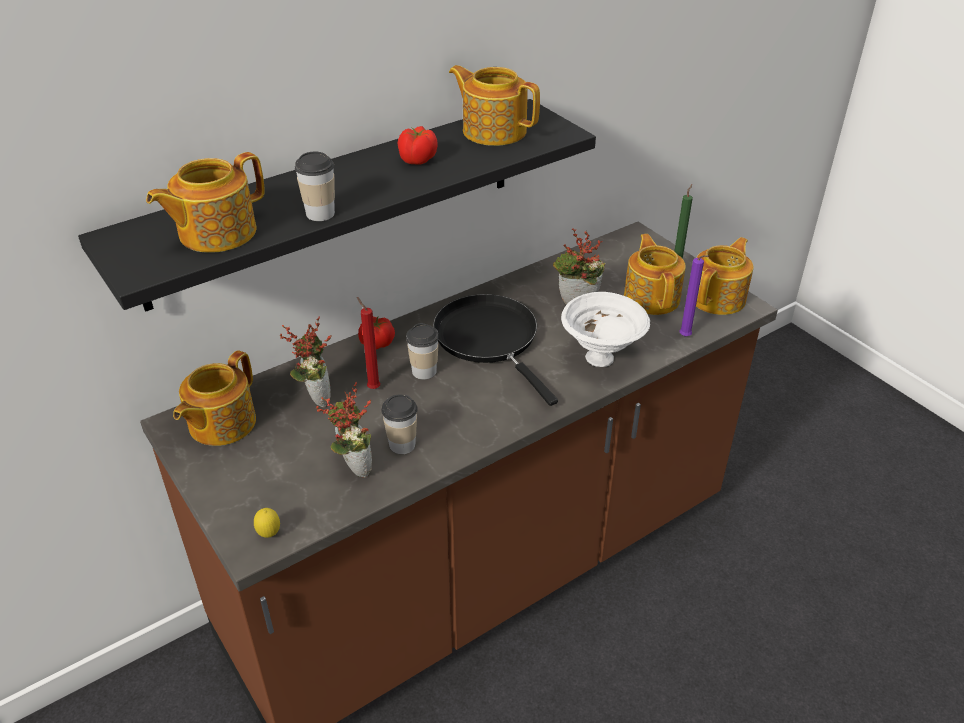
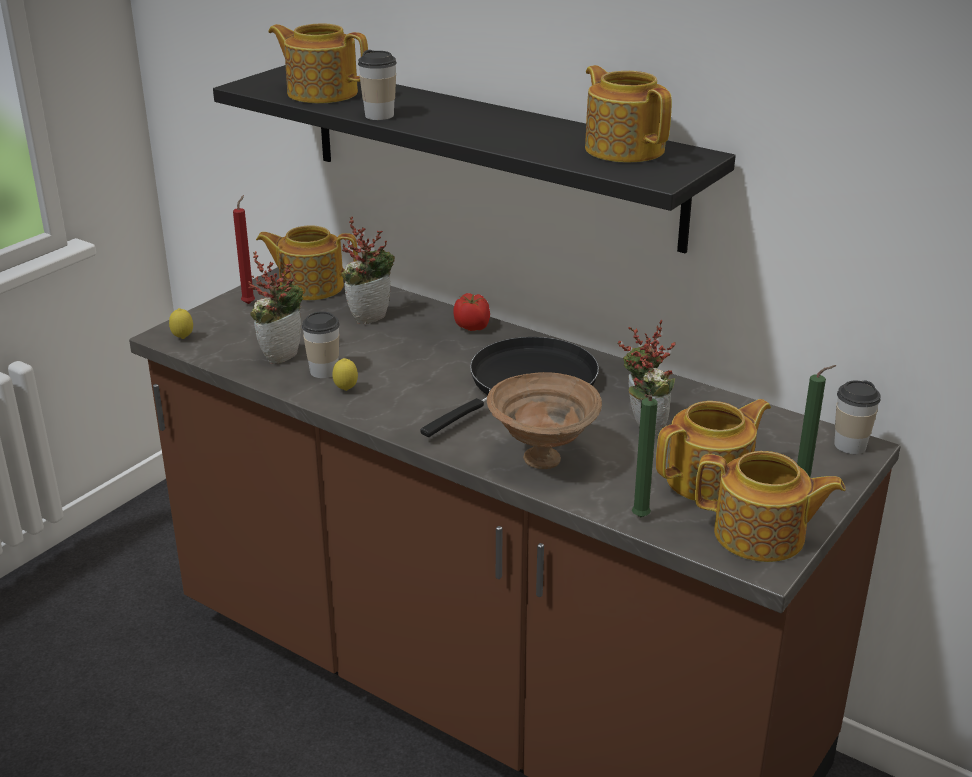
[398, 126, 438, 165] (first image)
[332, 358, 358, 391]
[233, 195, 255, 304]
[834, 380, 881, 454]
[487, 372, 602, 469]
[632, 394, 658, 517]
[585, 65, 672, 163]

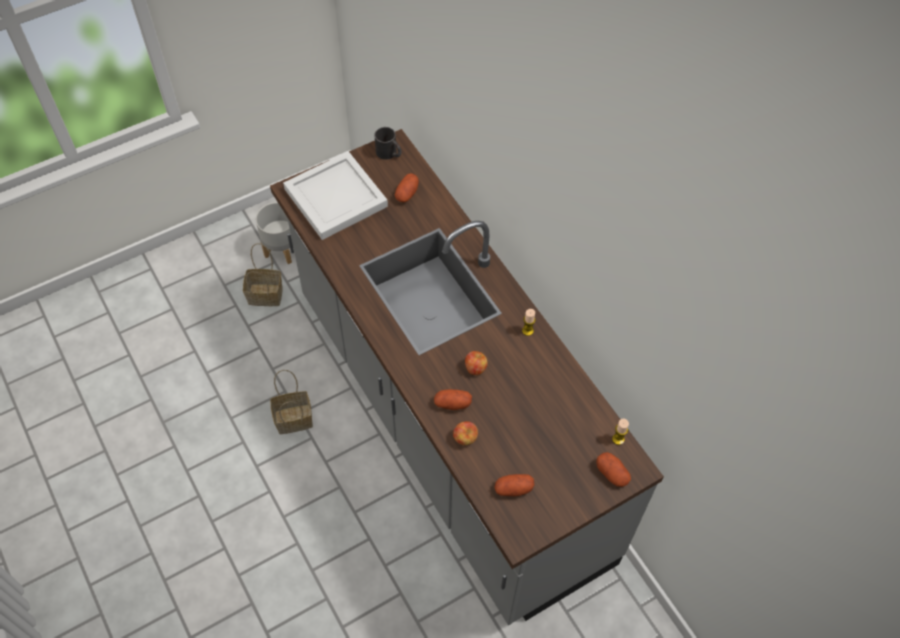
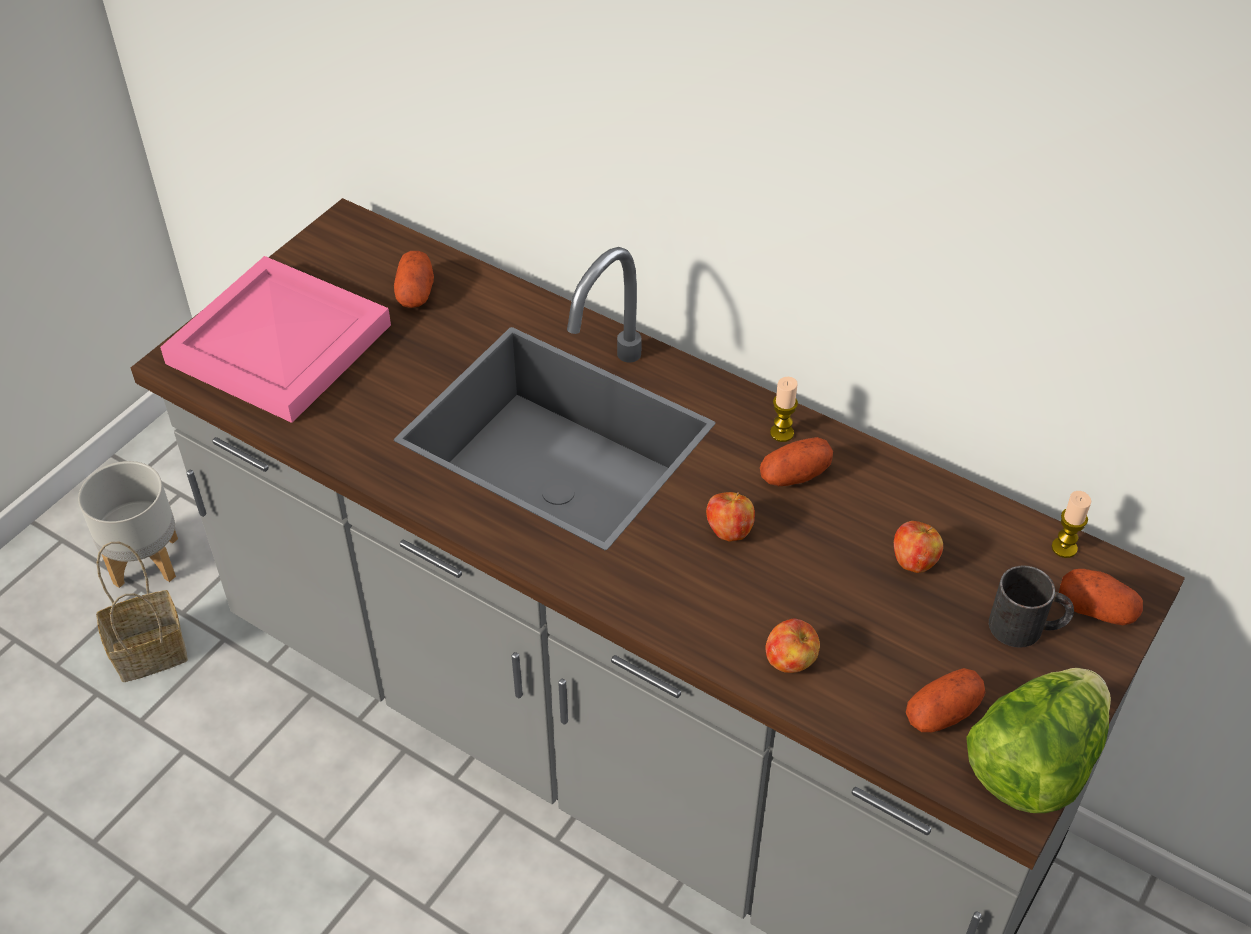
[270, 370, 313, 434] (first image)
[894, 521, 943, 573]
[966, 668, 1111, 813]
[989, 565, 1074, 648]
[760, 437, 833, 486]
[160, 256, 391, 423]

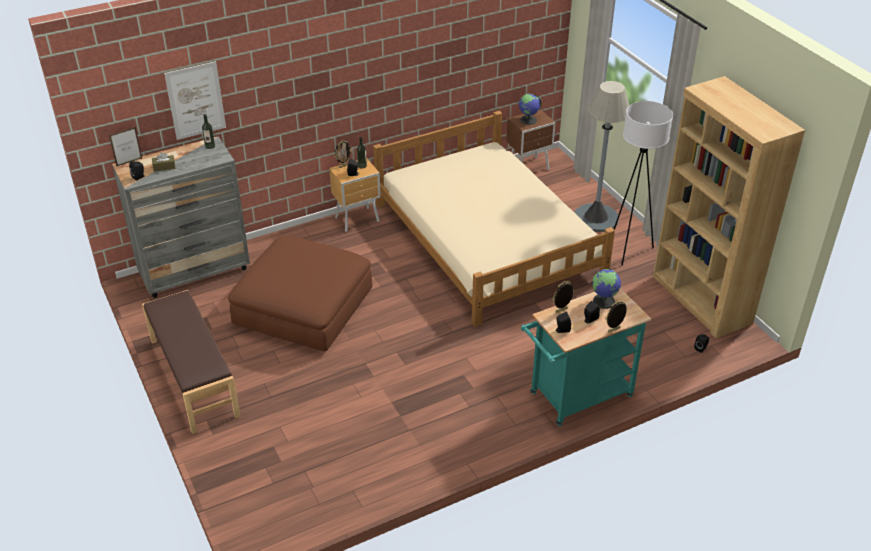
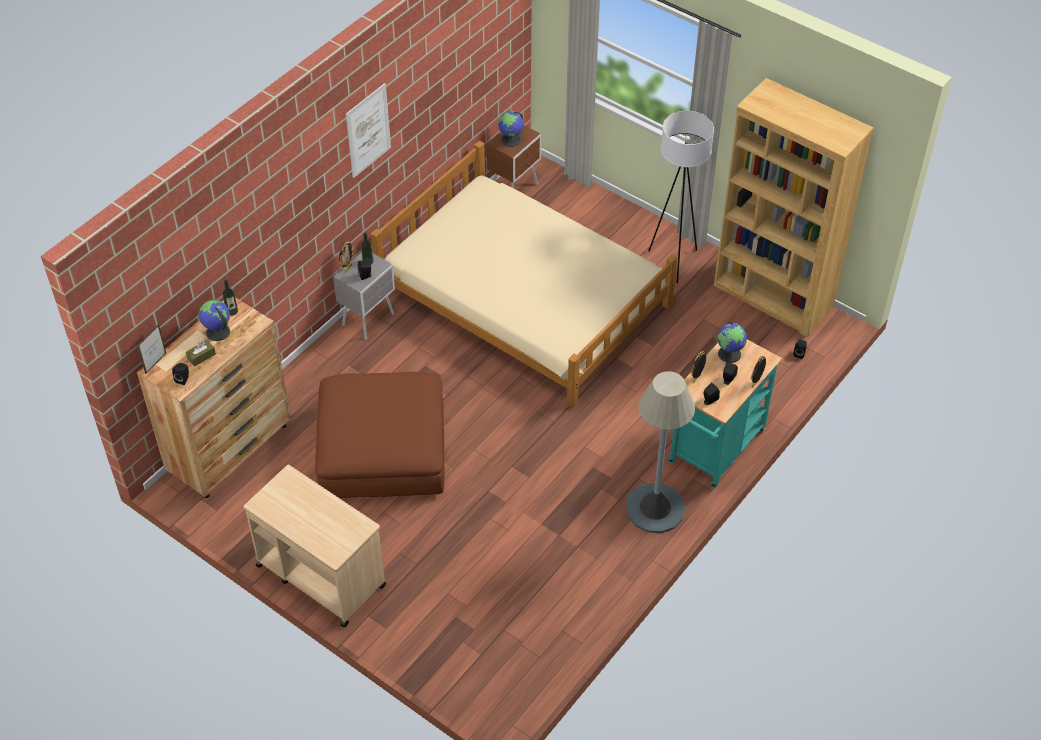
[199, 300, 230, 341]
[346, 83, 391, 178]
[625, 371, 695, 533]
[243, 465, 386, 628]
[137, 297, 291, 498]
[333, 252, 395, 339]

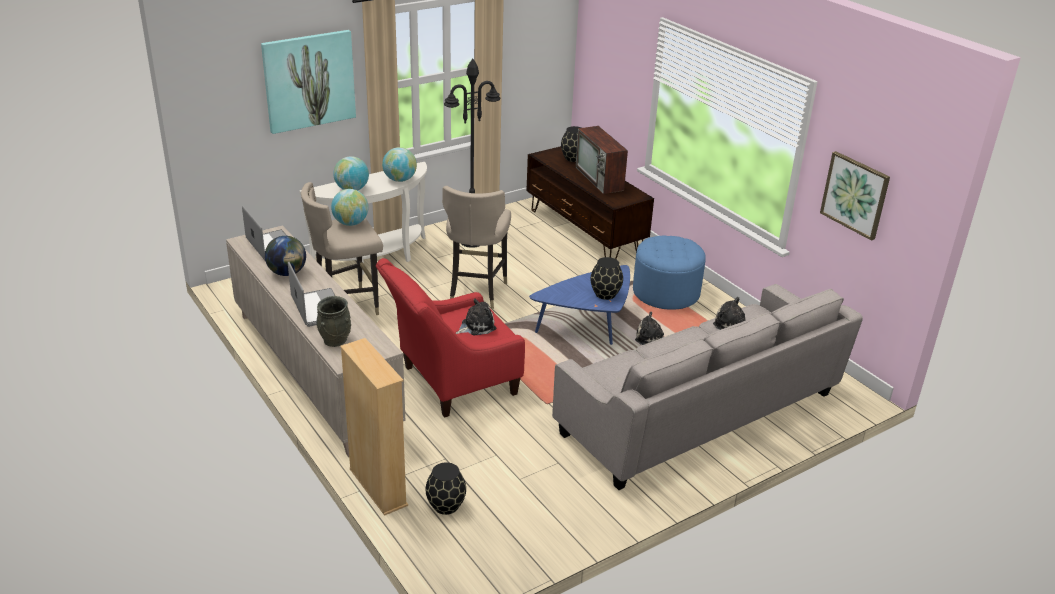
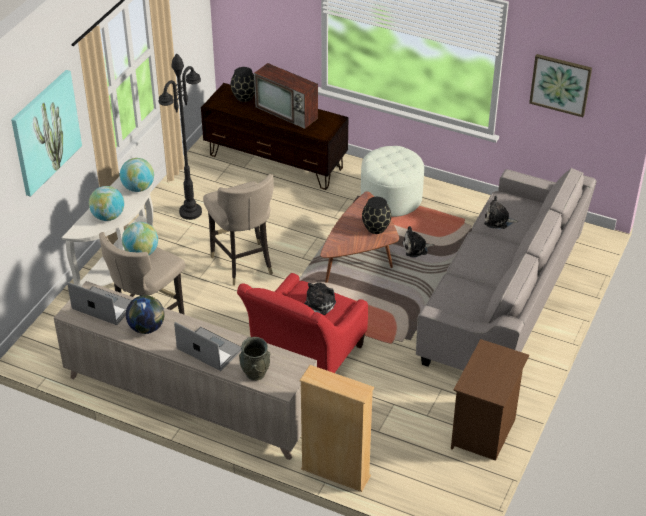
[426, 462, 466, 515] (first image)
[451, 339, 529, 461]
[320, 192, 399, 283]
[361, 146, 424, 217]

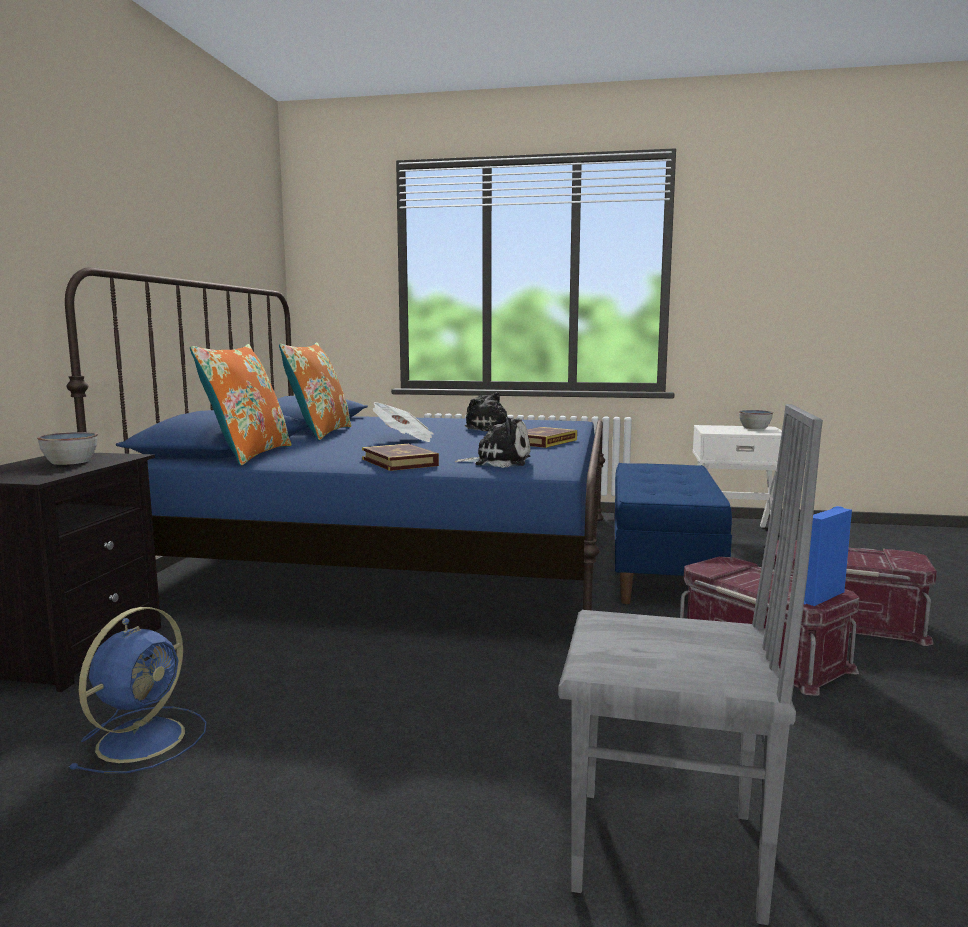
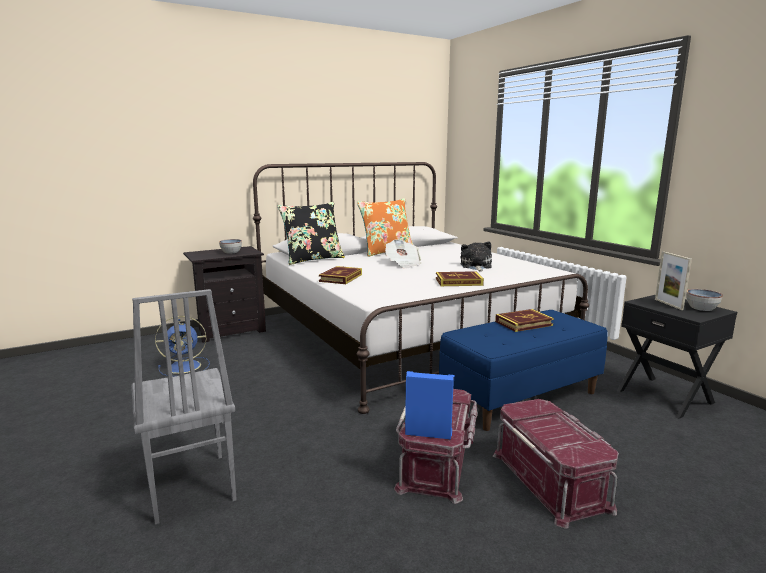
[455, 417, 530, 468] (first image)
[495, 309, 554, 332]
[655, 251, 692, 310]
[253, 162, 589, 414]
[278, 202, 345, 265]
[617, 295, 737, 419]

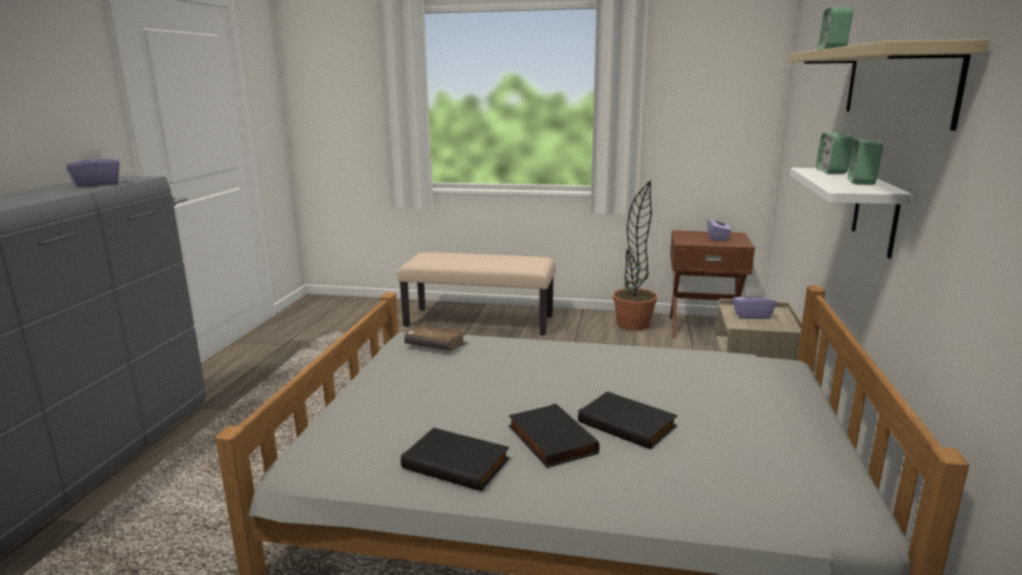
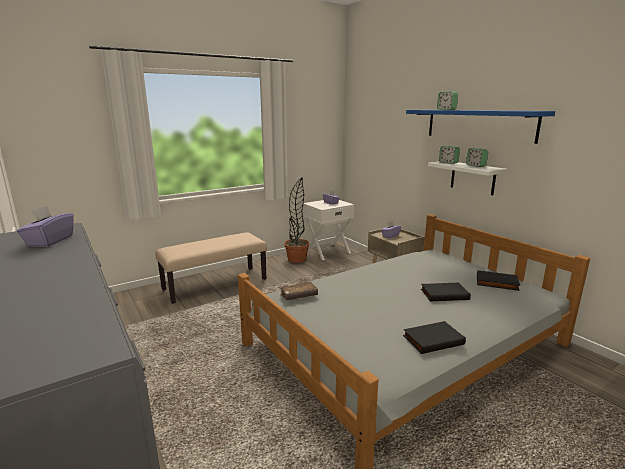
[477, 270, 520, 291]
[303, 200, 354, 260]
[406, 110, 555, 144]

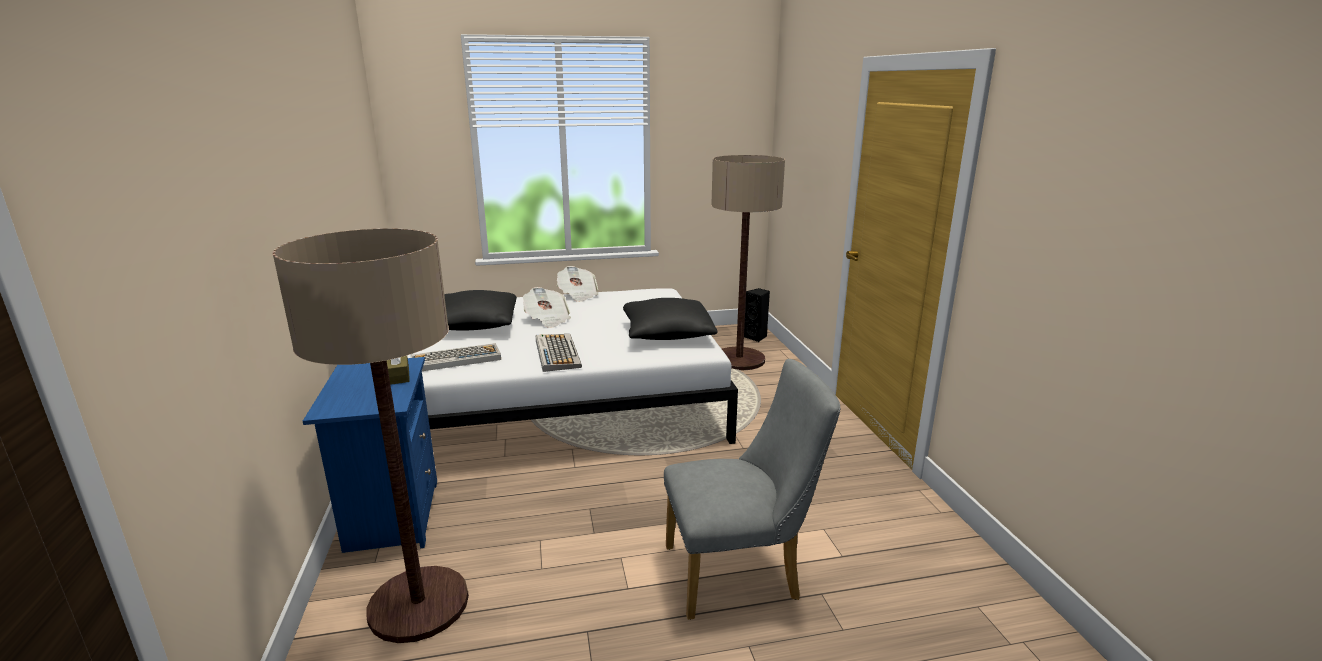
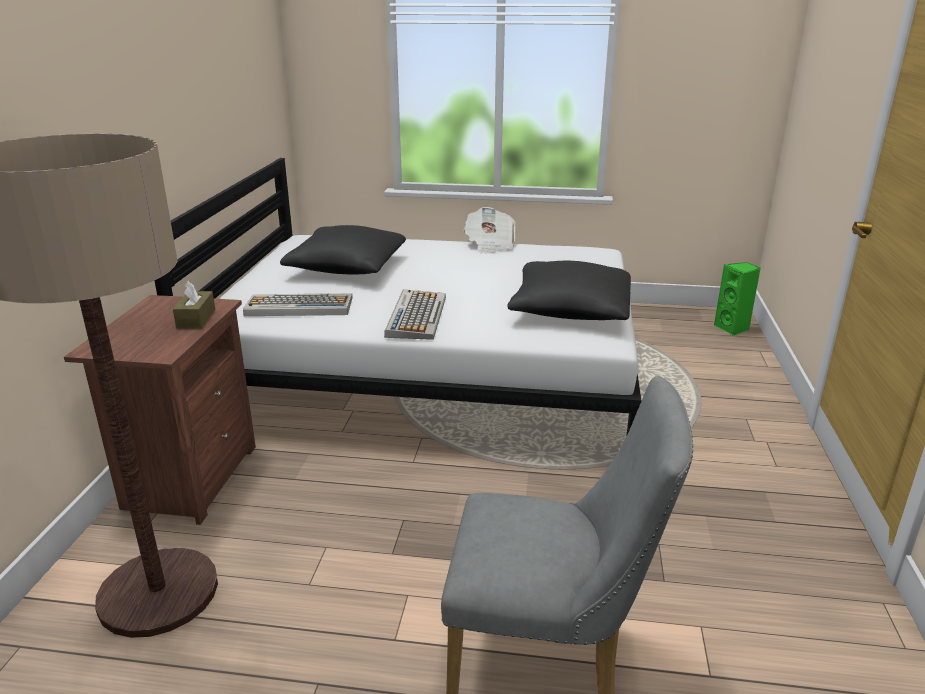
[523, 287, 571, 328] (first image)
[711, 155, 785, 370] (first image)
[64, 295, 256, 525]
[714, 262, 761, 336]

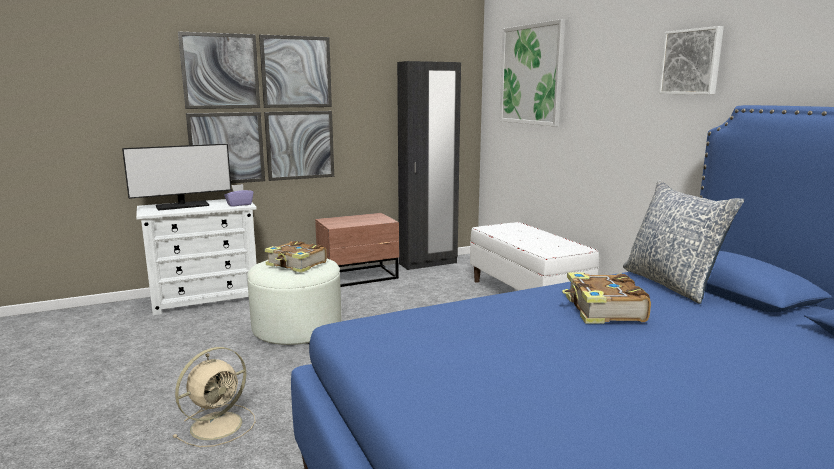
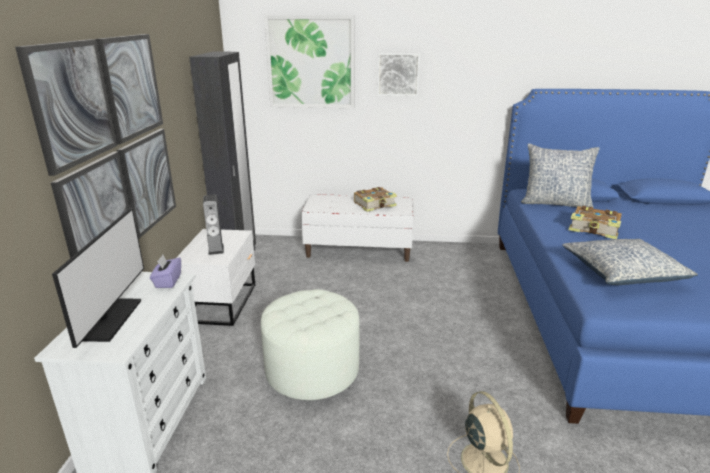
[203, 195, 224, 255]
[562, 239, 698, 285]
[354, 187, 397, 212]
[378, 53, 420, 96]
[176, 229, 255, 326]

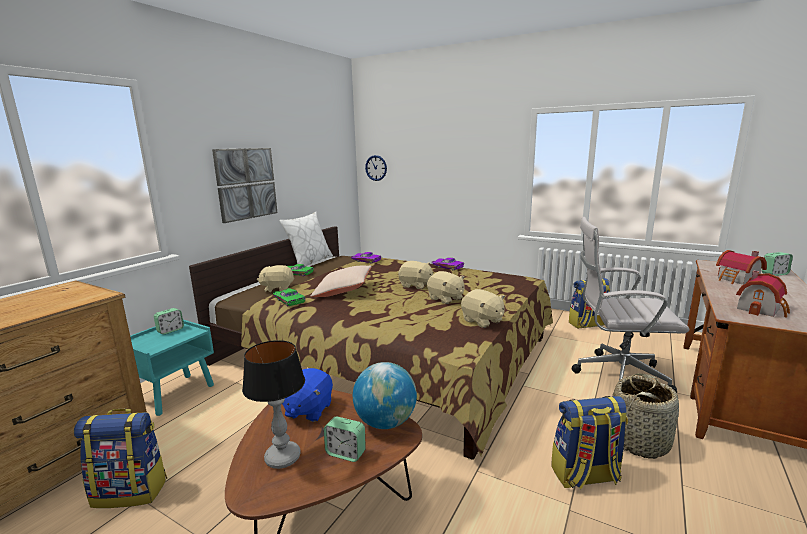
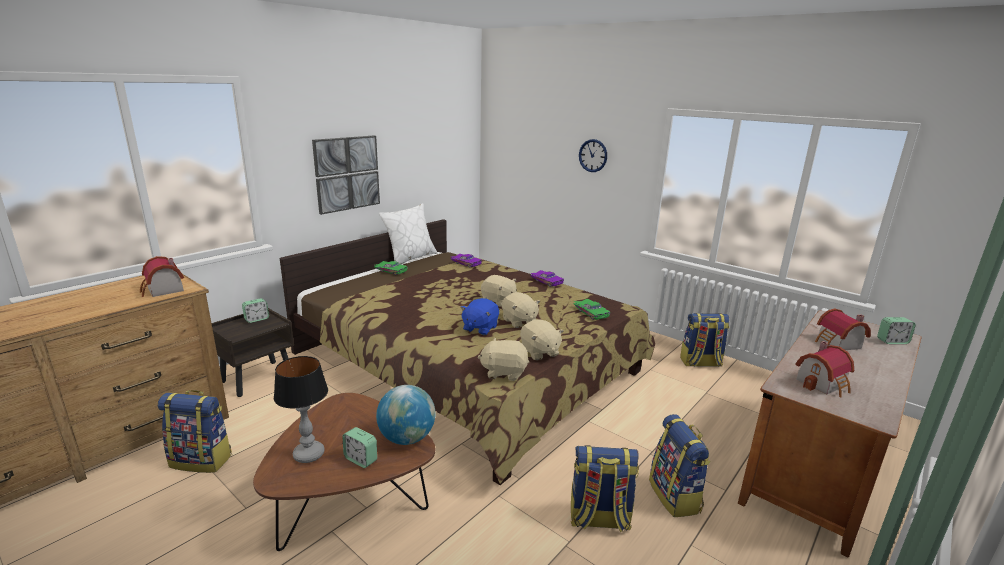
[311, 266, 372, 297] (first image)
[572, 217, 689, 393] (first image)
[140, 256, 184, 297]
[478, 337, 529, 381]
[573, 299, 610, 320]
[460, 298, 499, 335]
[579, 139, 607, 172]
[649, 414, 711, 517]
[212, 308, 294, 397]

